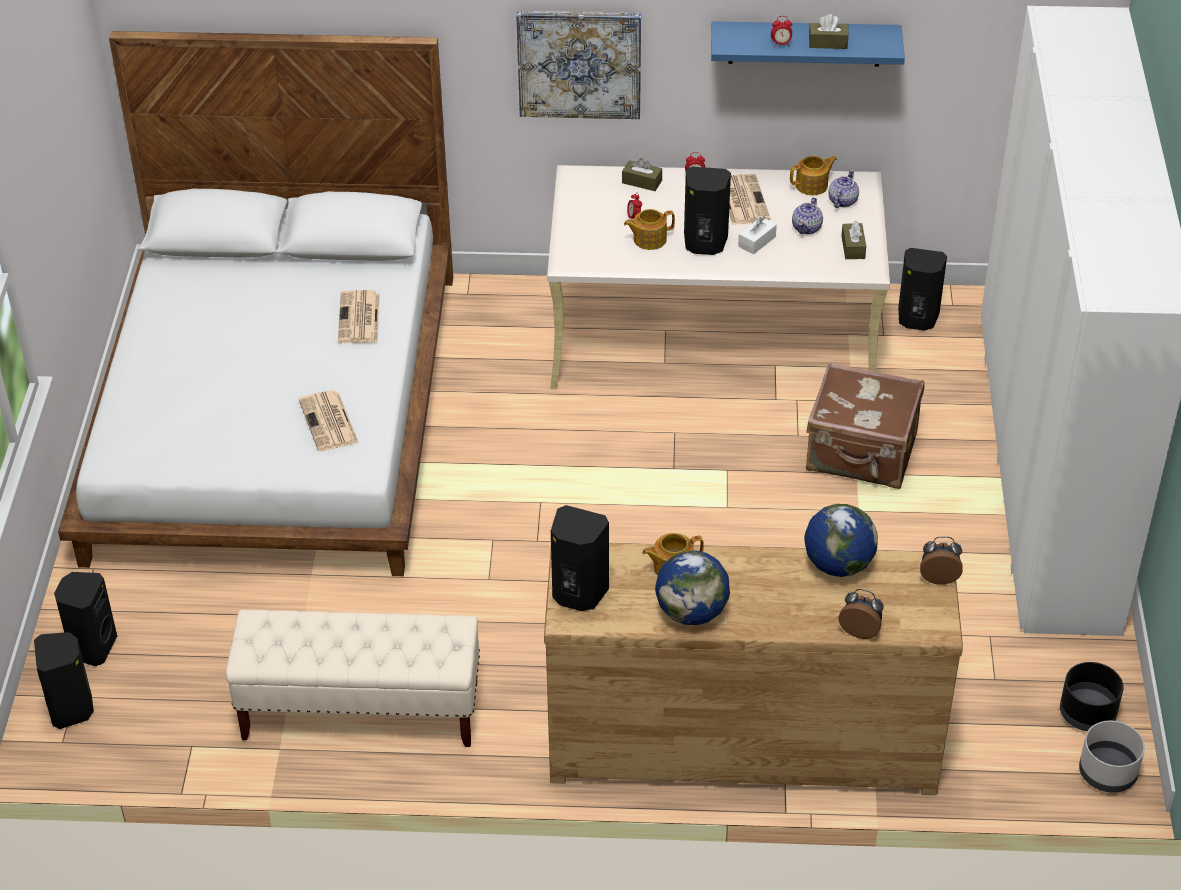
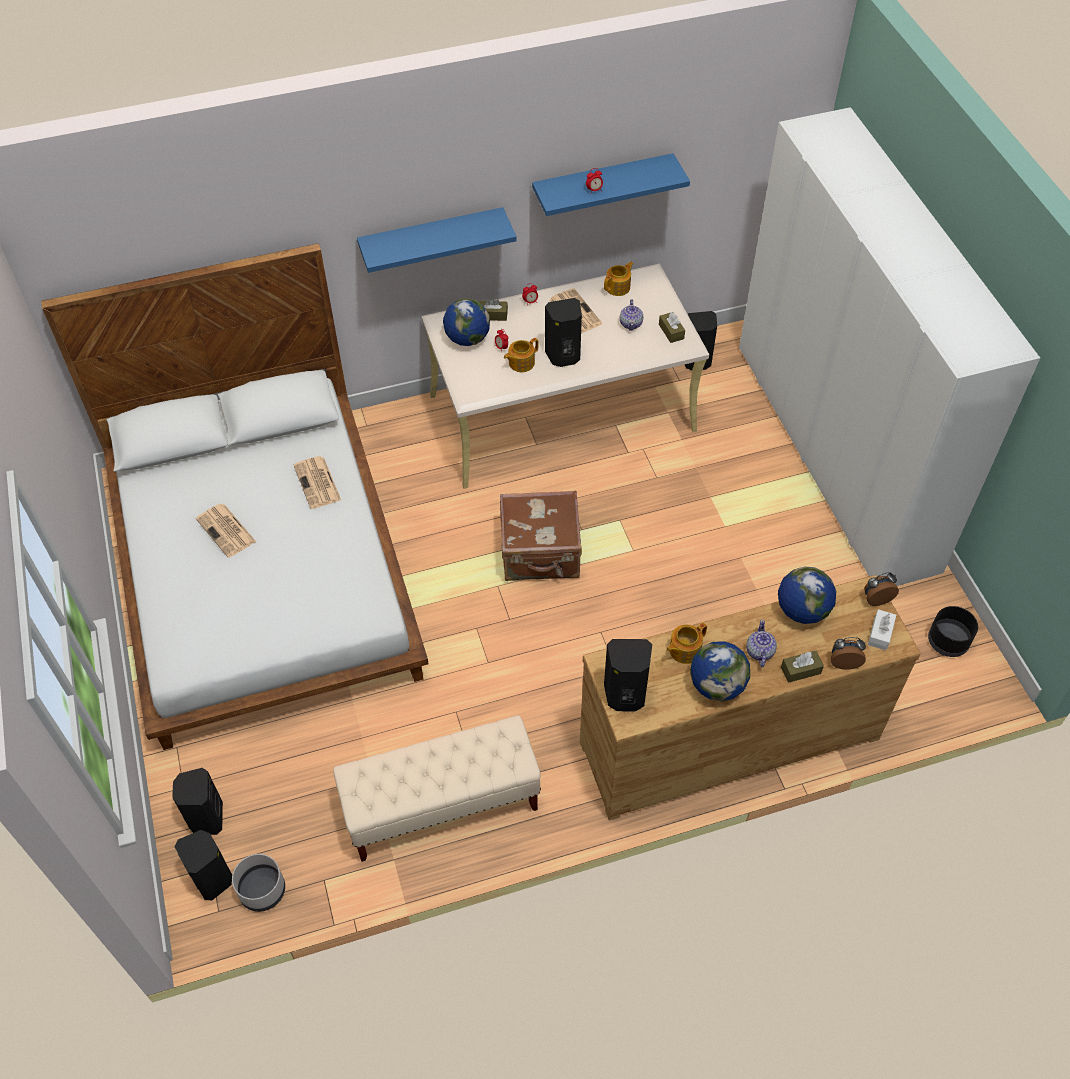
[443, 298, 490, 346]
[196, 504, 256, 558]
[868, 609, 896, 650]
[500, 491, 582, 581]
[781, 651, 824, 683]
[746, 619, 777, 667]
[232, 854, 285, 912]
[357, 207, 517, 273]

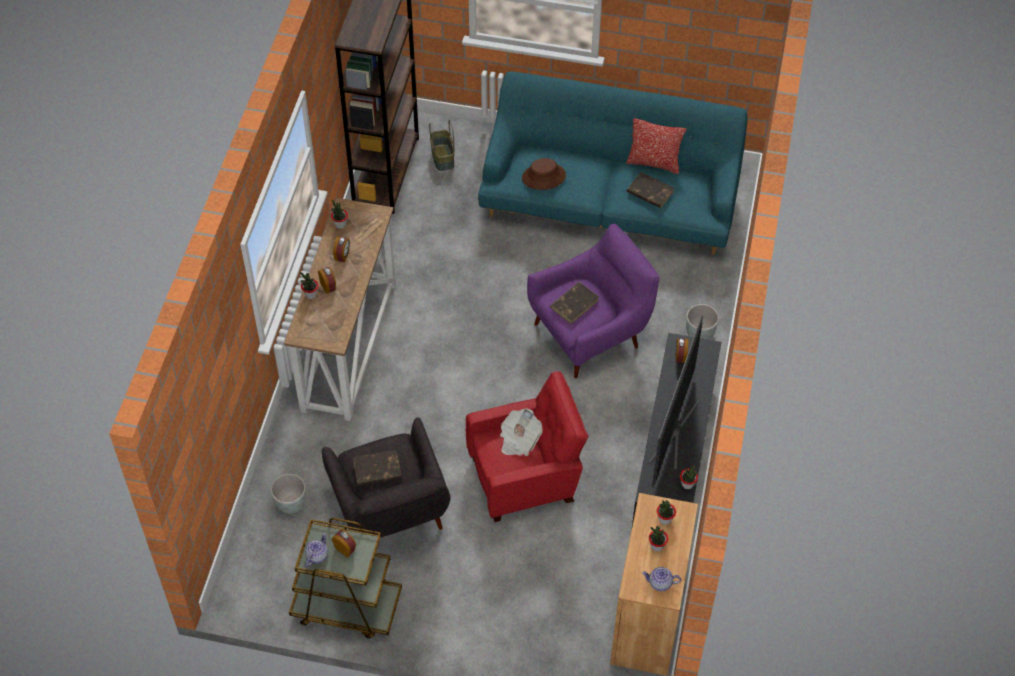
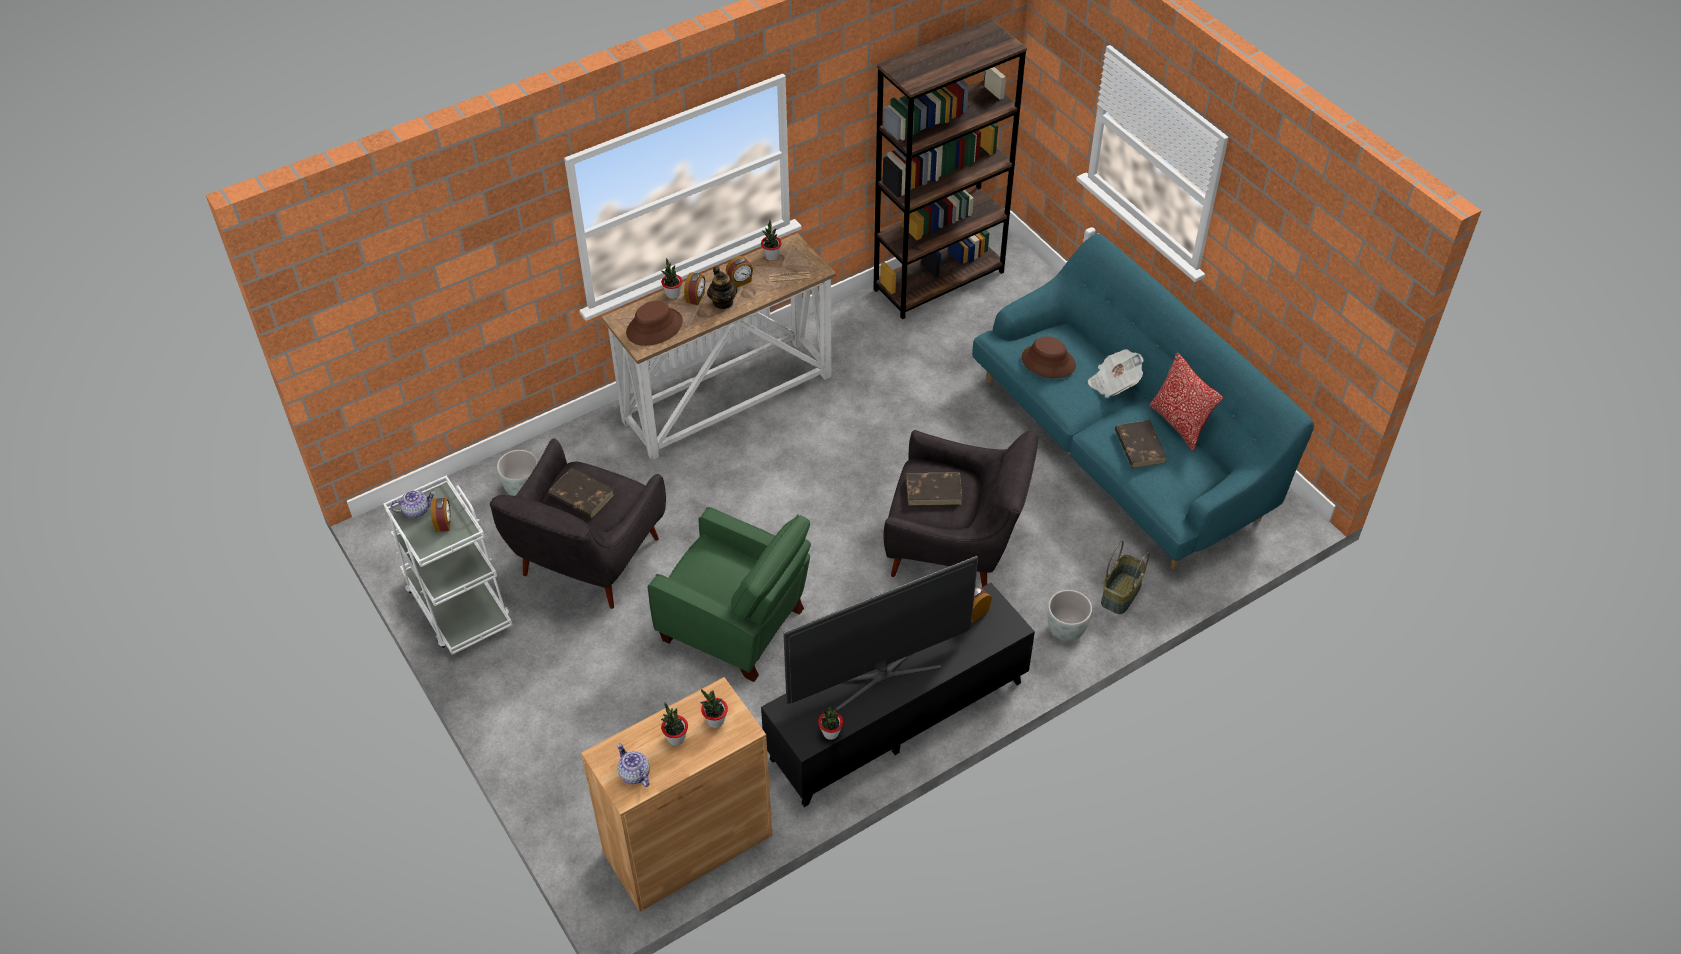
[626, 301, 683, 346]
[707, 266, 737, 309]
[1101, 540, 1150, 614]
[1088, 349, 1144, 398]
[383, 475, 512, 655]
[648, 507, 811, 682]
[883, 430, 1038, 587]

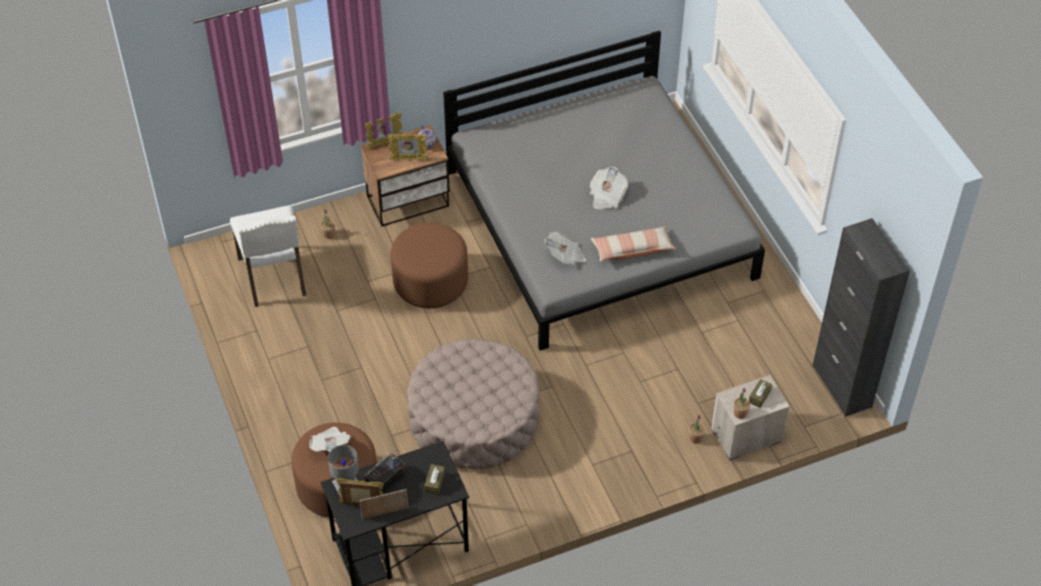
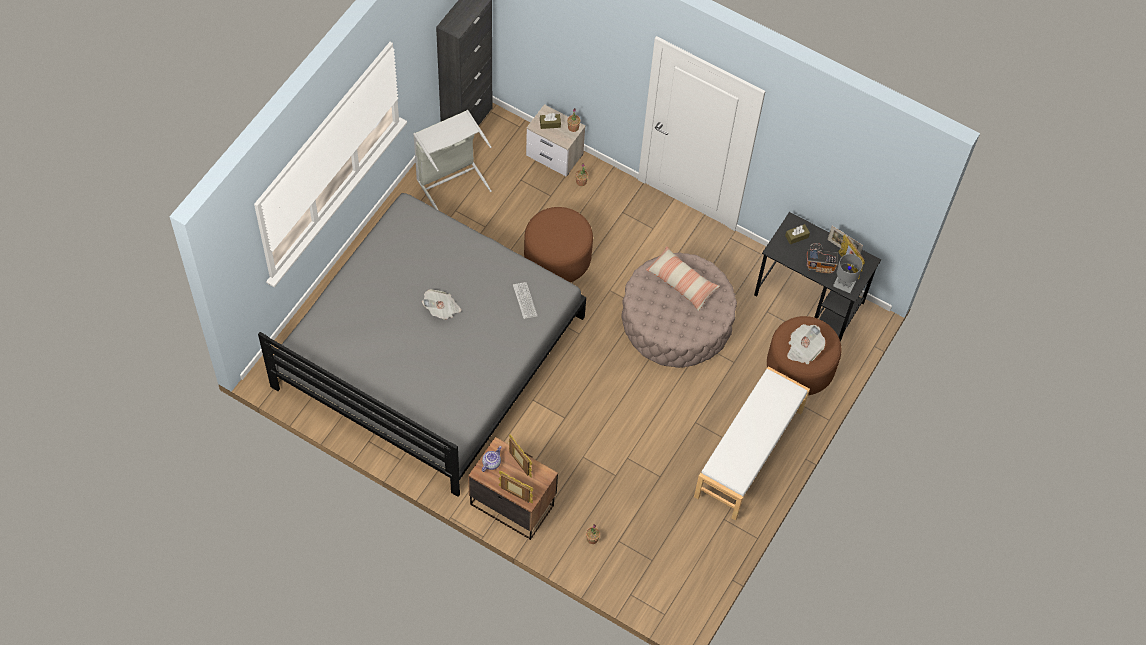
[230, 205, 306, 307] (first image)
[413, 110, 492, 210]
[694, 366, 810, 521]
[524, 207, 593, 282]
[646, 246, 720, 311]
[513, 282, 537, 319]

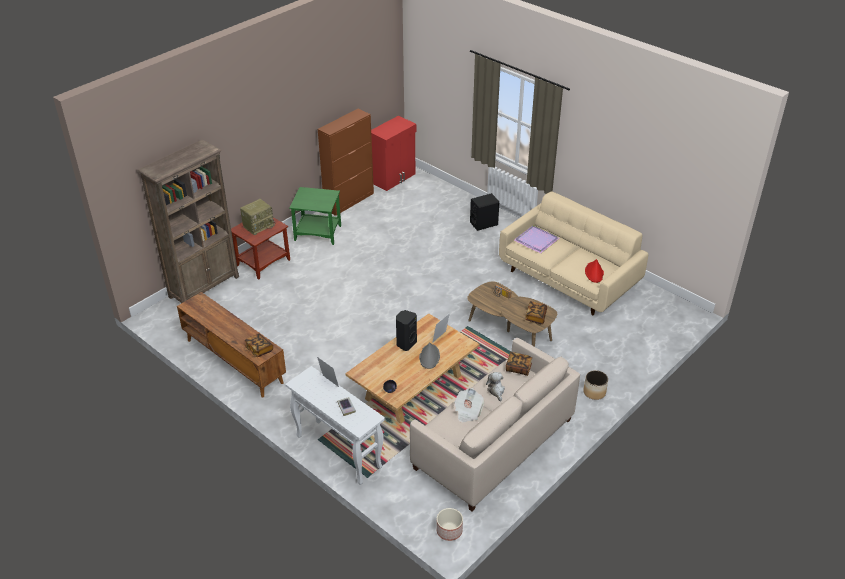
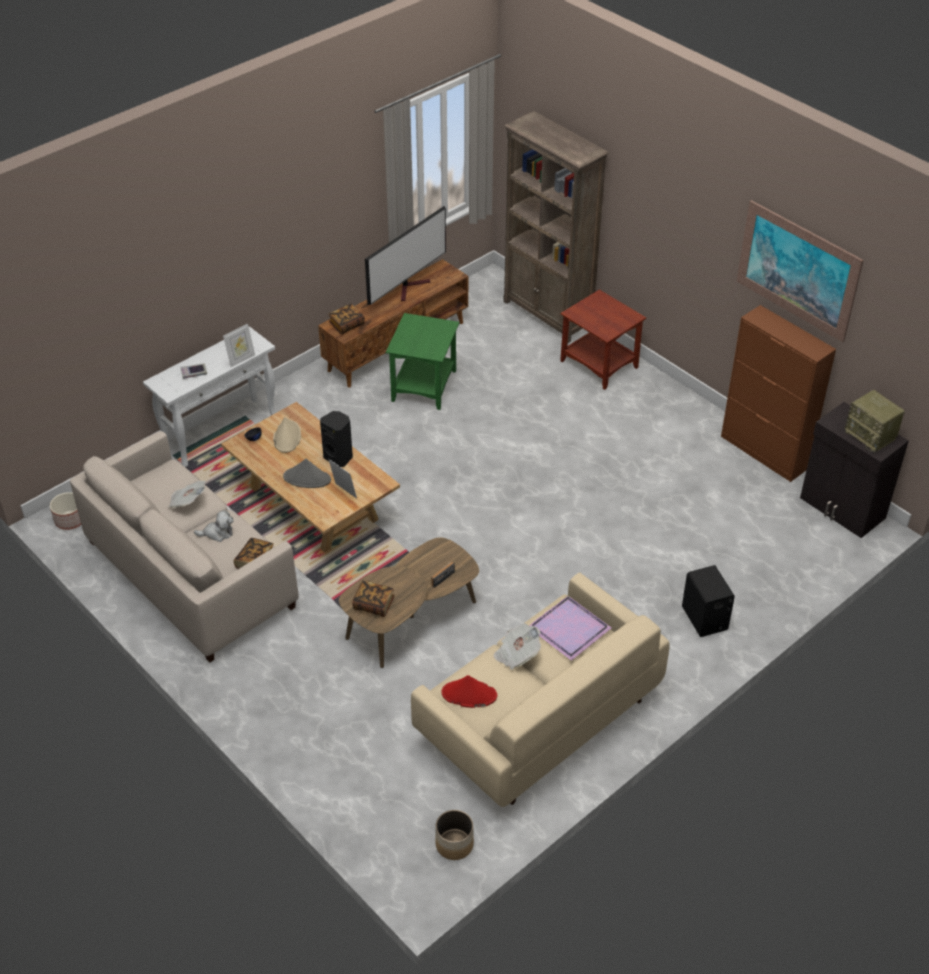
[273, 417, 301, 453]
[365, 206, 446, 305]
[494, 623, 541, 670]
[737, 200, 863, 342]
[845, 390, 905, 453]
[386, 313, 459, 410]
[435, 810, 474, 860]
[800, 402, 909, 538]

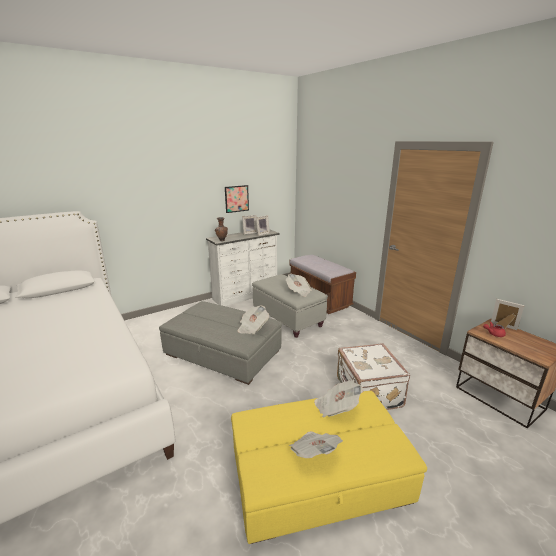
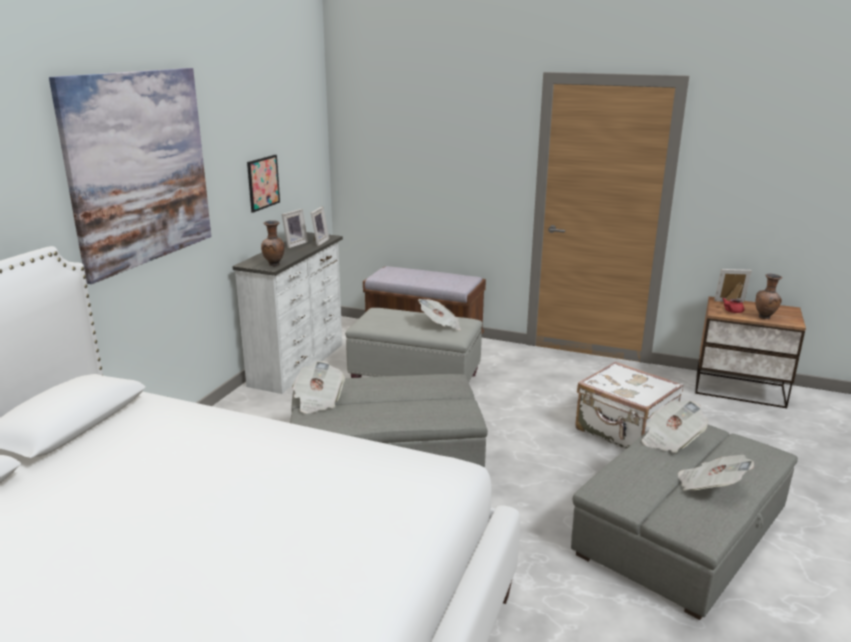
[49, 68, 211, 284]
[755, 274, 782, 319]
[292, 361, 345, 413]
[571, 425, 798, 620]

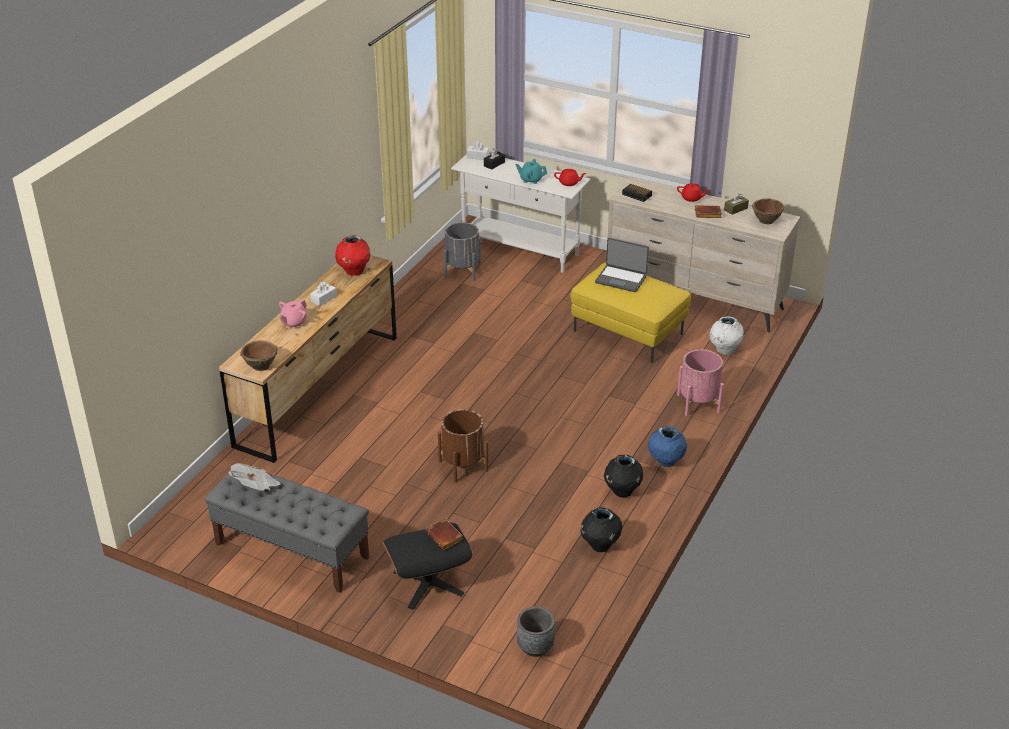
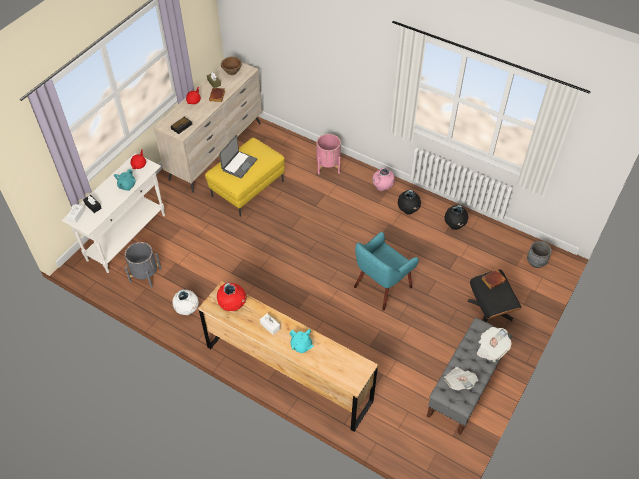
[240, 340, 277, 371] (first image)
[477, 327, 511, 362]
[173, 289, 199, 315]
[354, 232, 419, 311]
[290, 329, 313, 353]
[372, 168, 395, 191]

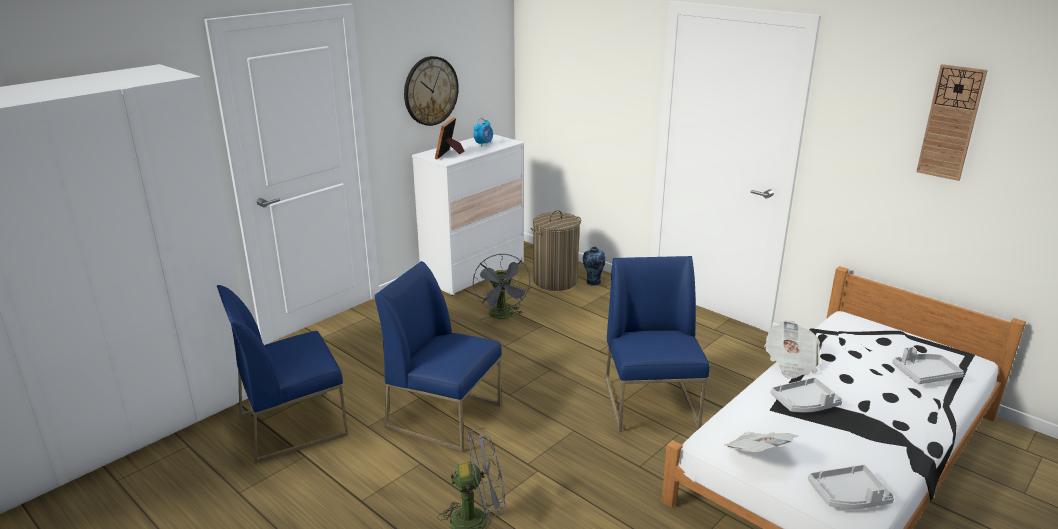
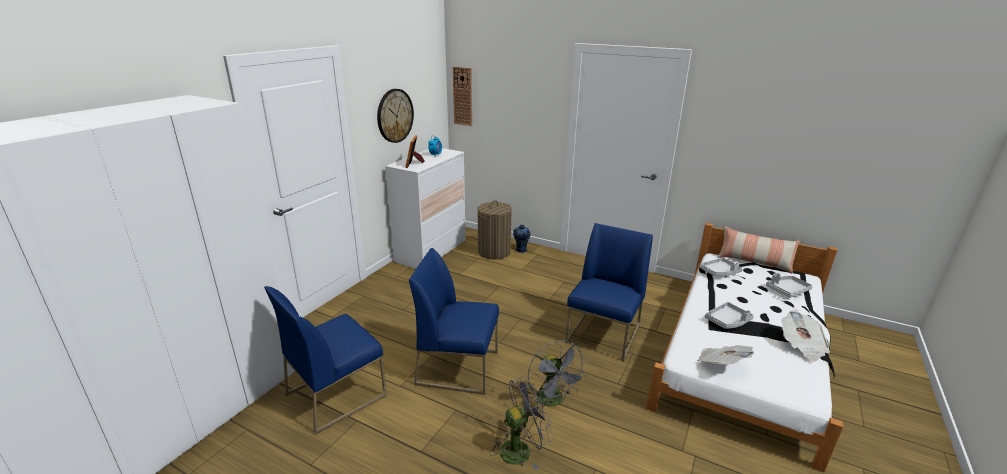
[718, 226, 800, 274]
[528, 340, 587, 410]
[781, 310, 830, 362]
[699, 257, 743, 276]
[453, 67, 472, 126]
[565, 223, 653, 361]

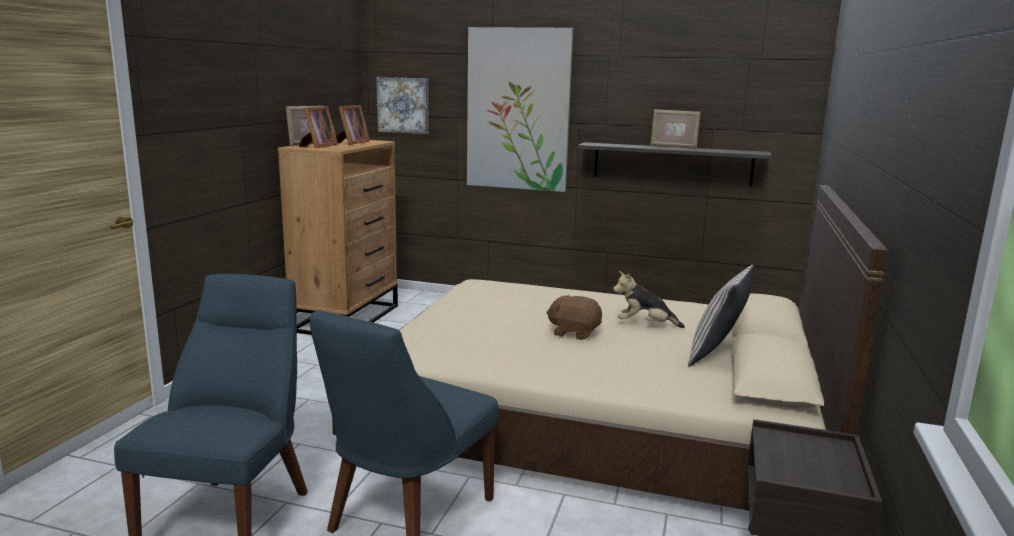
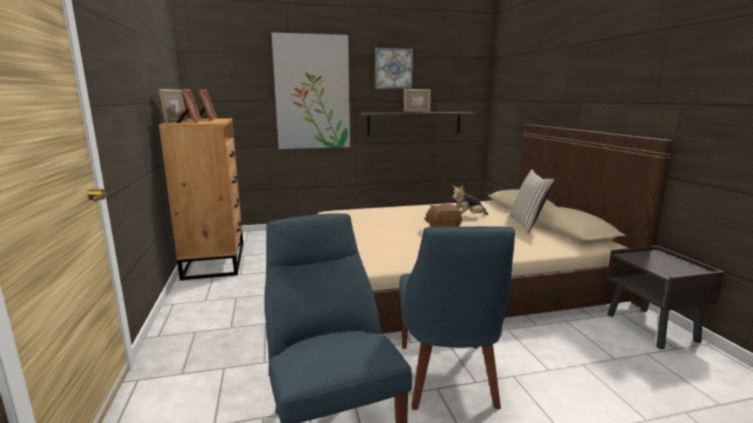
[375, 48, 413, 89]

